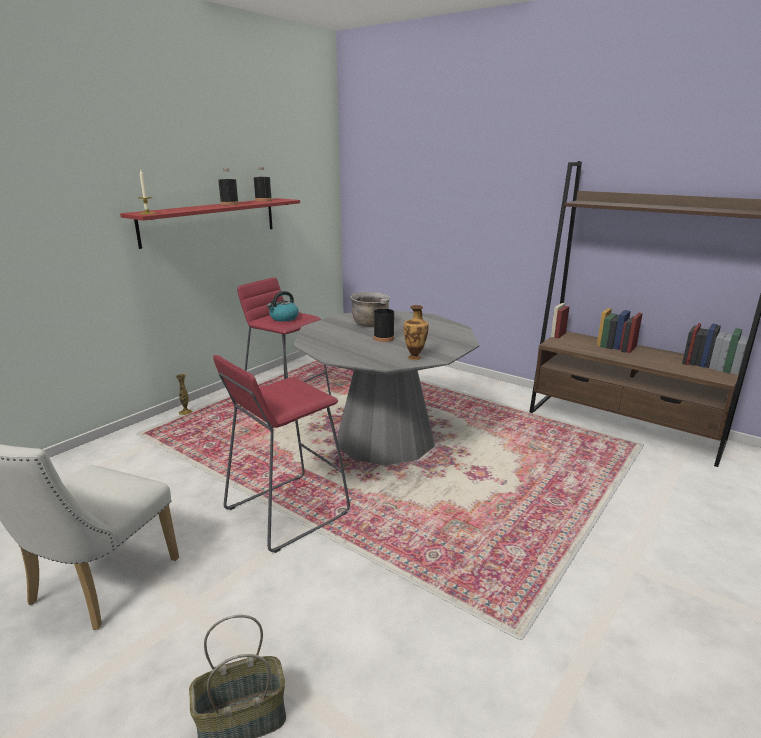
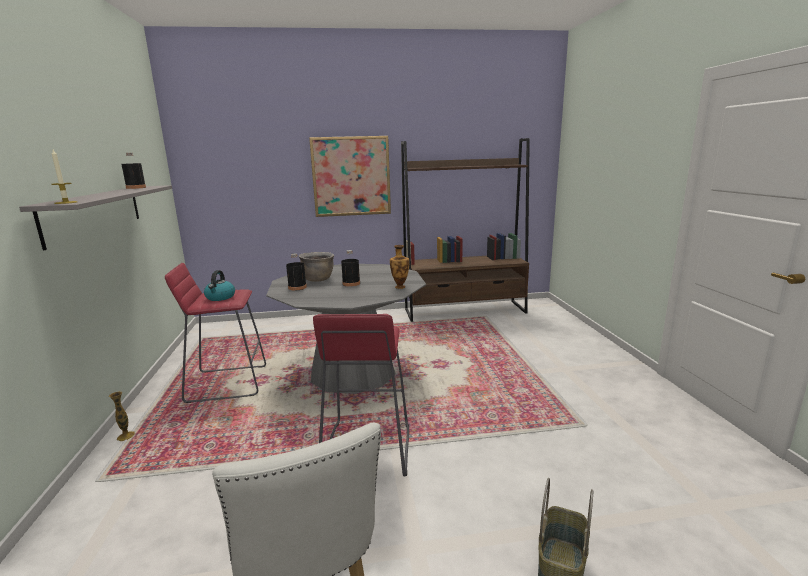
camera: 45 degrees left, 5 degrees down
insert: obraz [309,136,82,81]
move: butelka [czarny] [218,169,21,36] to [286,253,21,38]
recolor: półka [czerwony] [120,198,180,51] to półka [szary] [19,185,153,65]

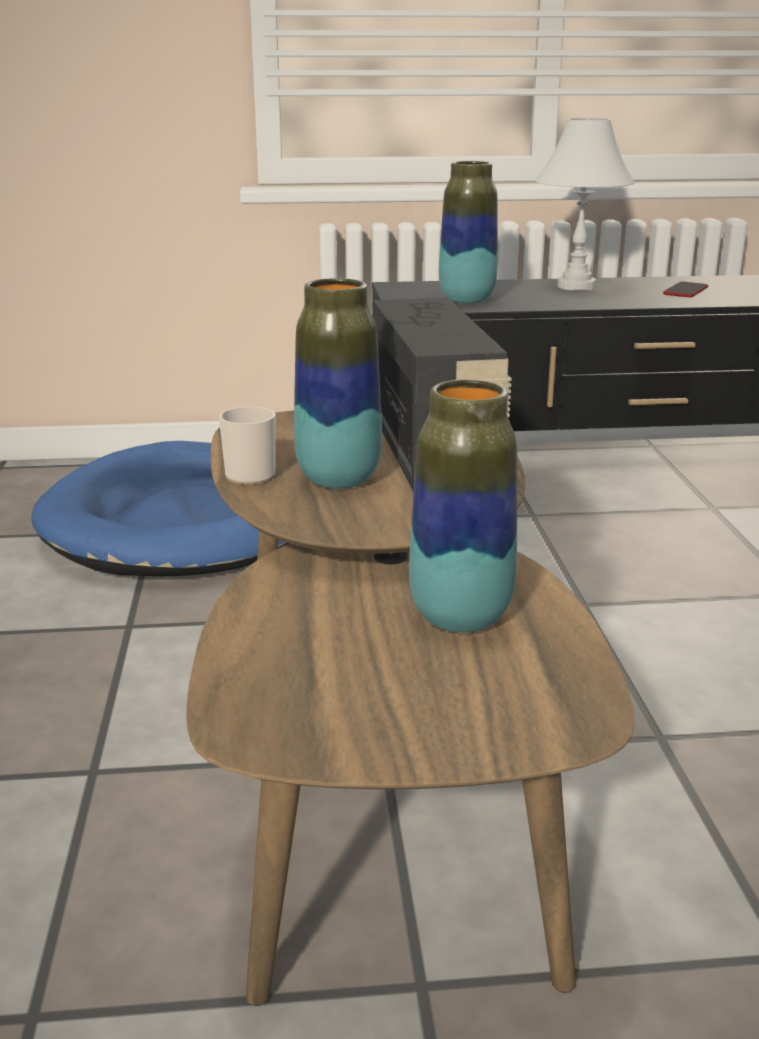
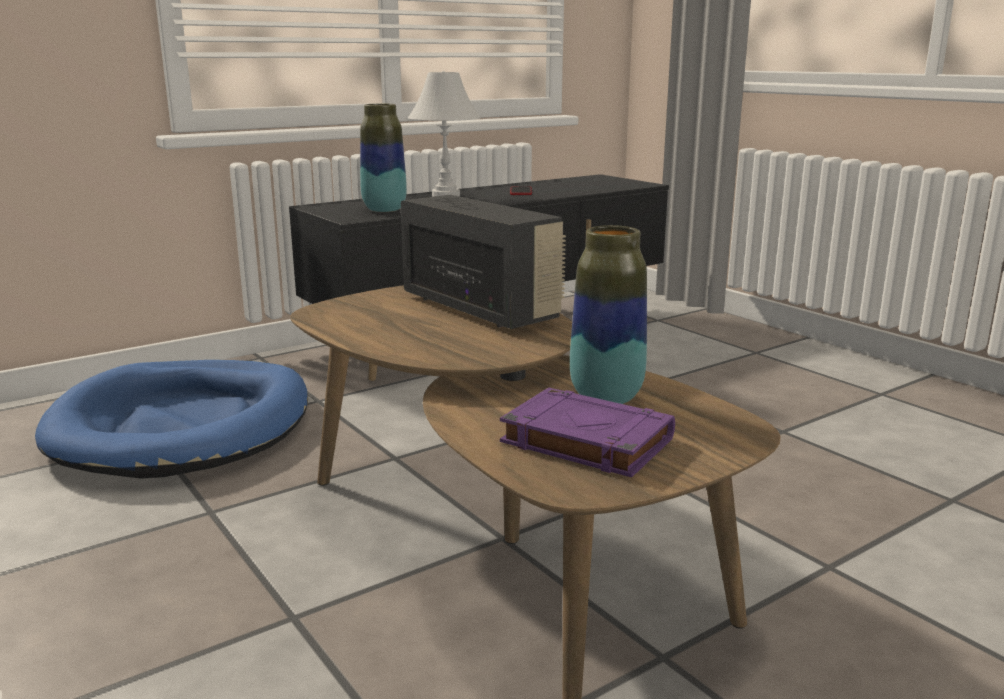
camera: 30 degrees left, 5 degrees down
delete: kubek [219,406,57,79]; wazon [294,278,88,211]
insert: książka [fioletowy] [500,388,175,90]

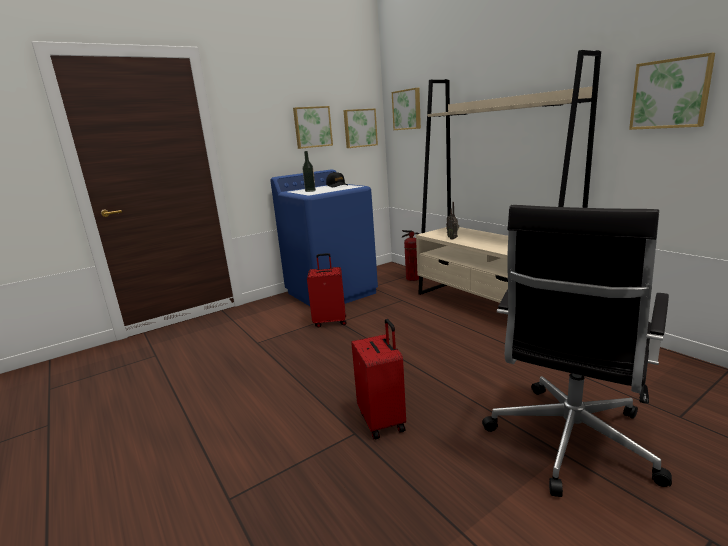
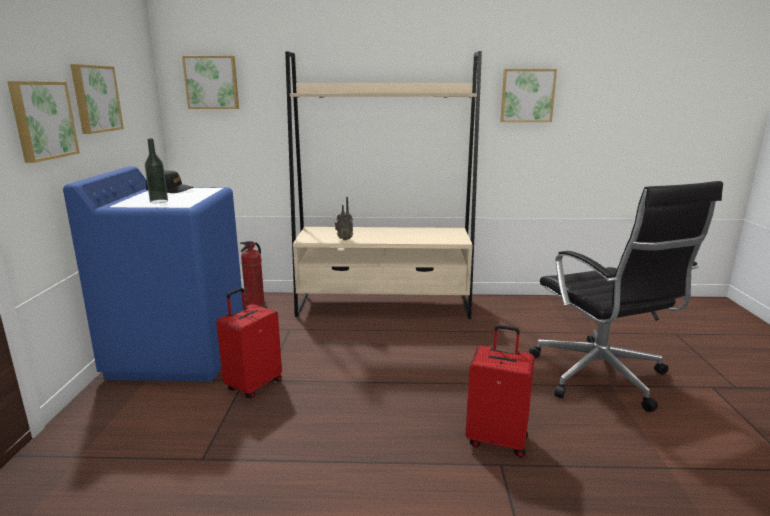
camera: 55 degrees left, 0 degrees up
move: obraz [343,108,35,40] to [7,81,73,82]

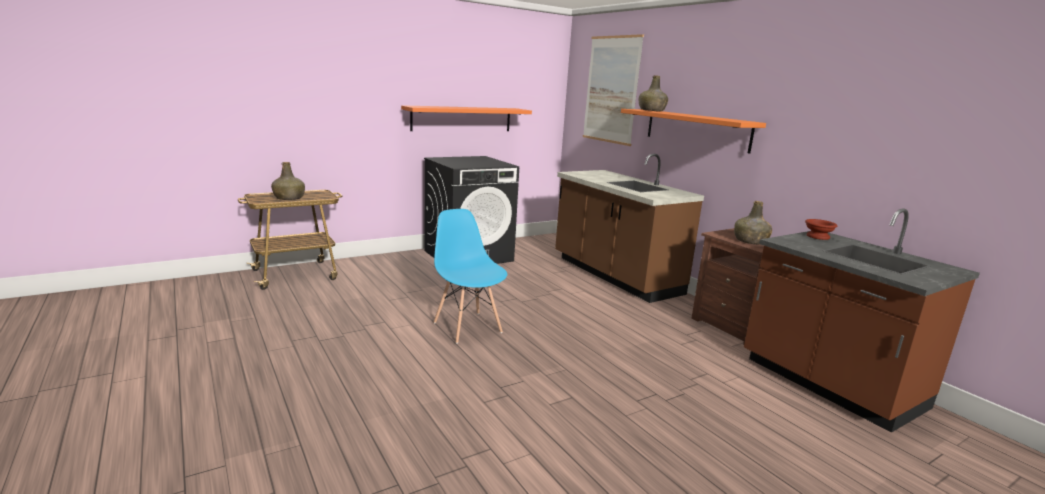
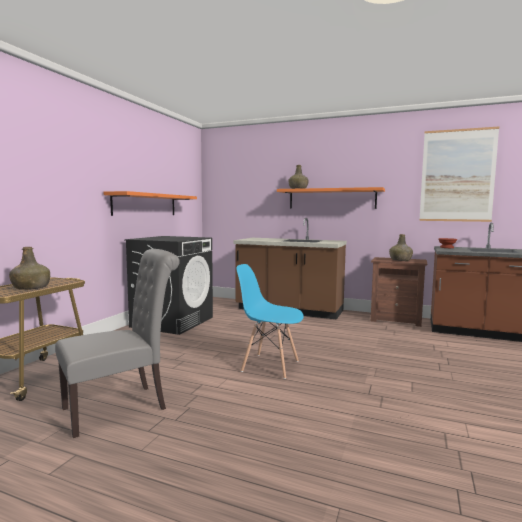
camera: 35 degrees left, 10 degrees down
insert: krzesło [szary] [55,249,125,189]
move: obraz [583,34,61,112] to [419,127,80,95]

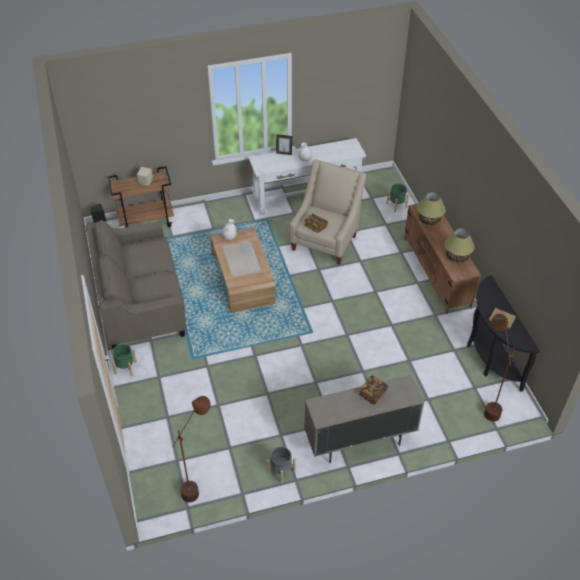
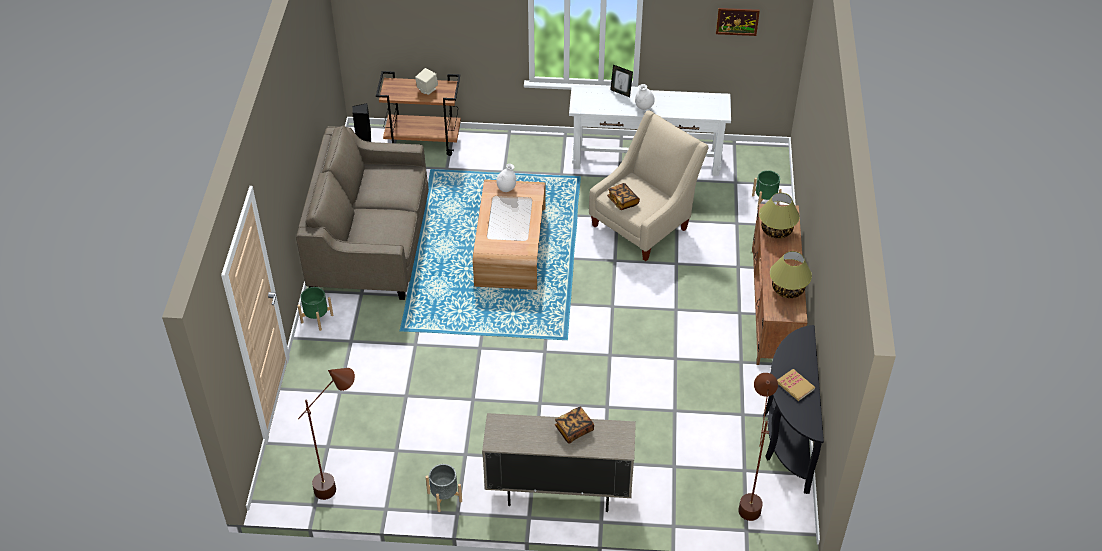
camera: 20 degrees right, 0 degrees up
insert: obraz [716,8,44,28]

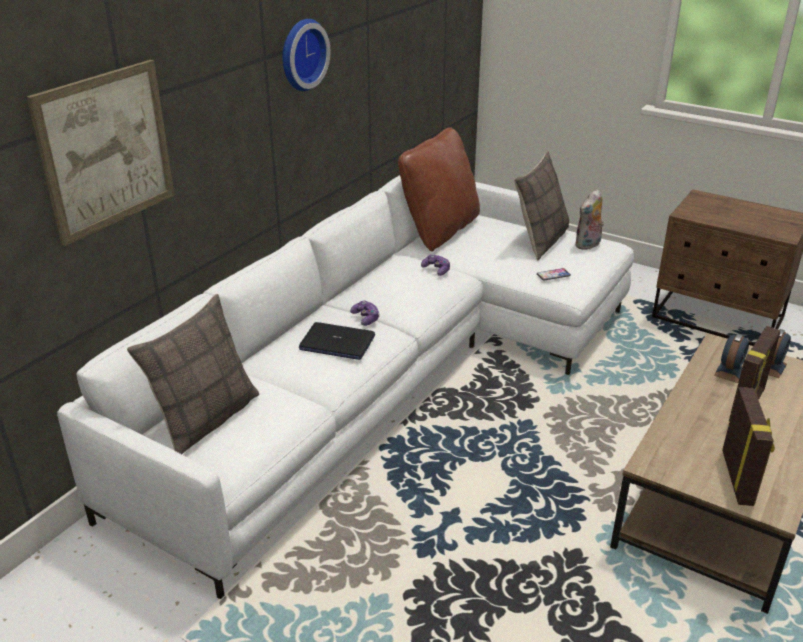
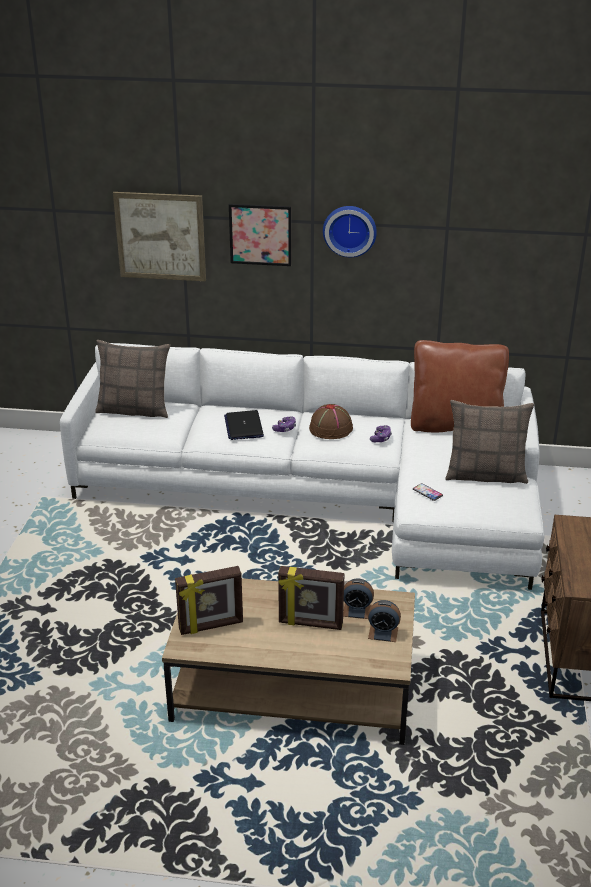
camera: 65 degrees right, 0 degrees up
delete: pluszak [575,189,29,61]
insert: obraz [229,204,62,62]; kapelusz [brązowy] [309,404,44,35]

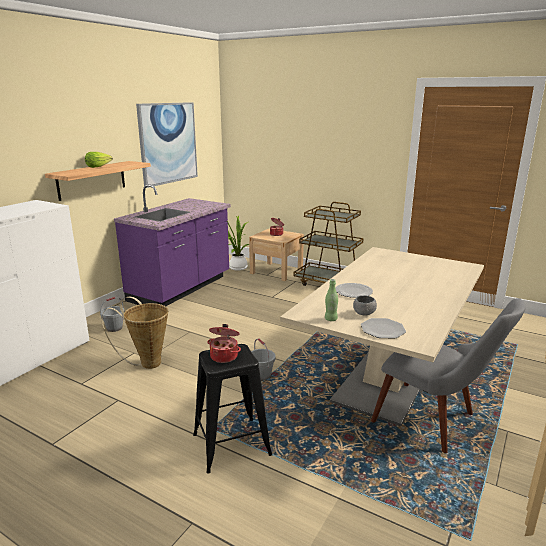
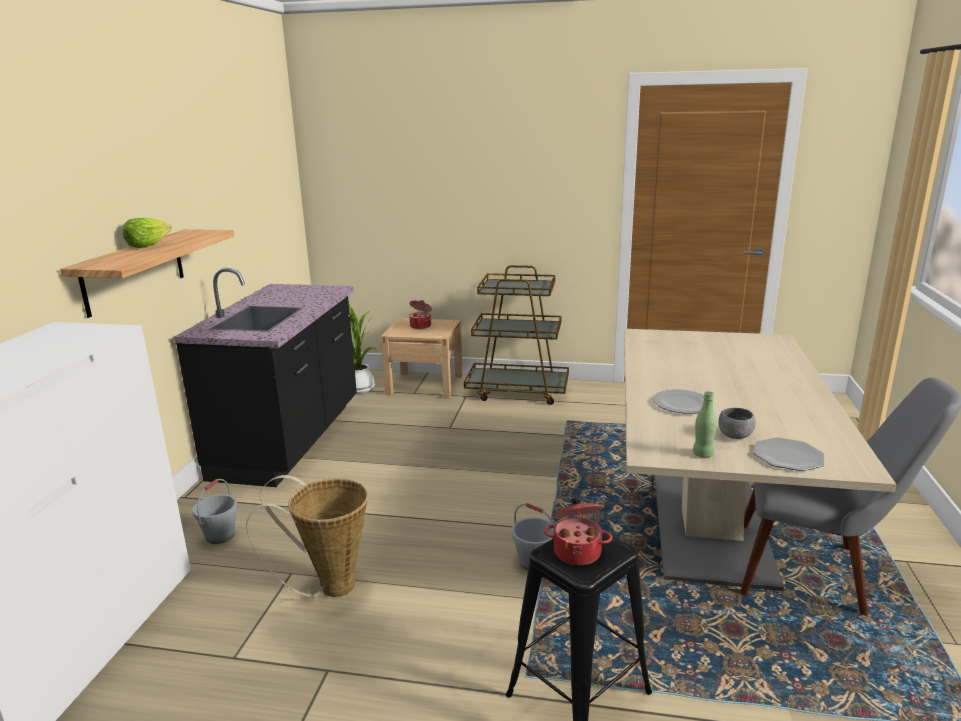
camera: 20 degrees left, 0 degrees up
delete: obraz [136,102,62,86]
recolor: zabudowa kuchenna [fioletowy] [114,184,117,122] to zabudowa kuchenna [czarny] [174,268,183,219]

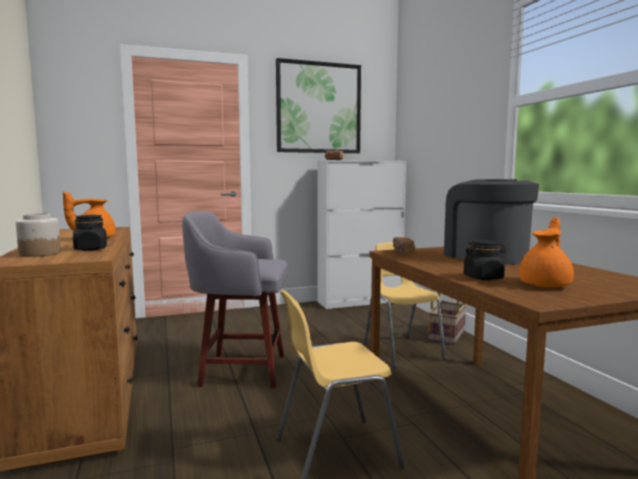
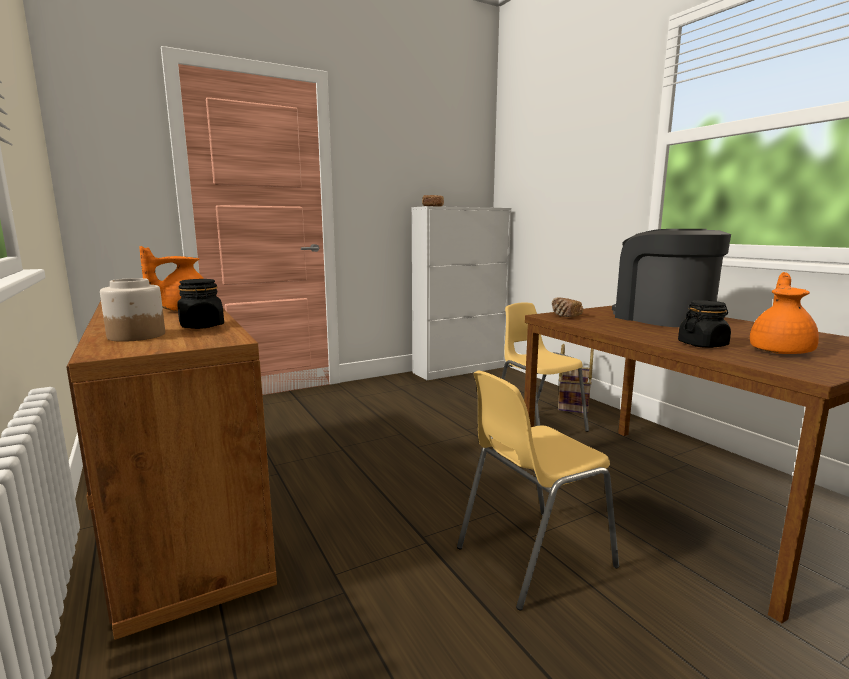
camera: 10 degrees left, 5 degrees up
delete: stołek [szary] [182,211,106,177]; obraz [276,58,85,95]

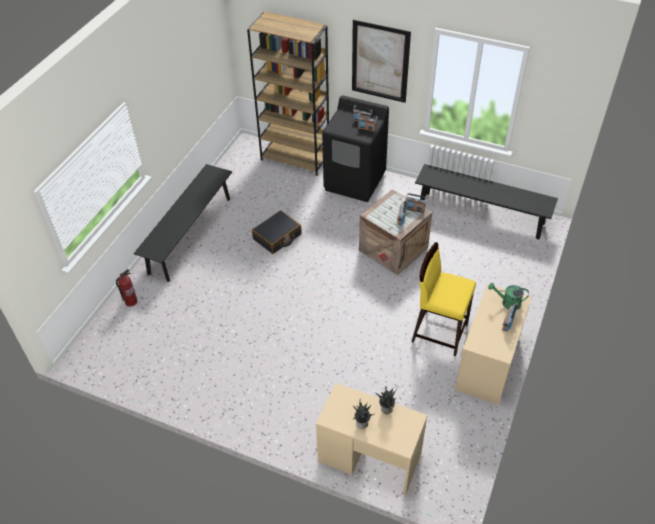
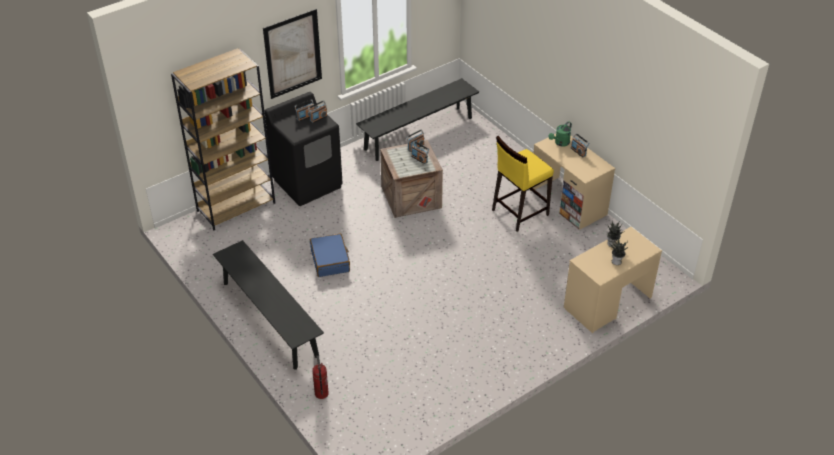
camera: 60 degrees left, 5 degrees down
recolor: walizka [czarny] [252,210,50,44] to walizka [niebieski] [310,233,40,44]

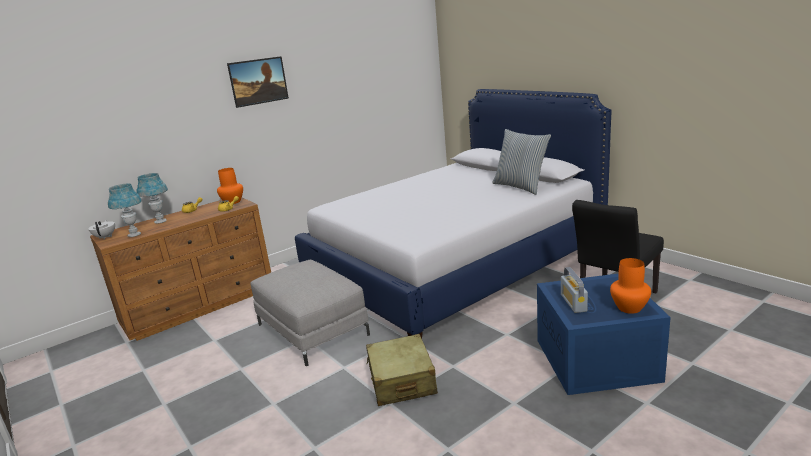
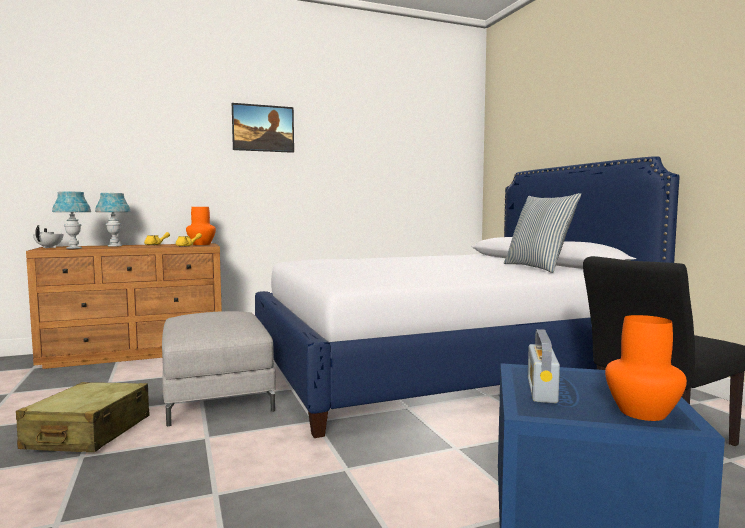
camera: 15 degrees right, 15 degrees down
move: walizka [beżowy] [366,334,72,72] to [16,382,134,70]

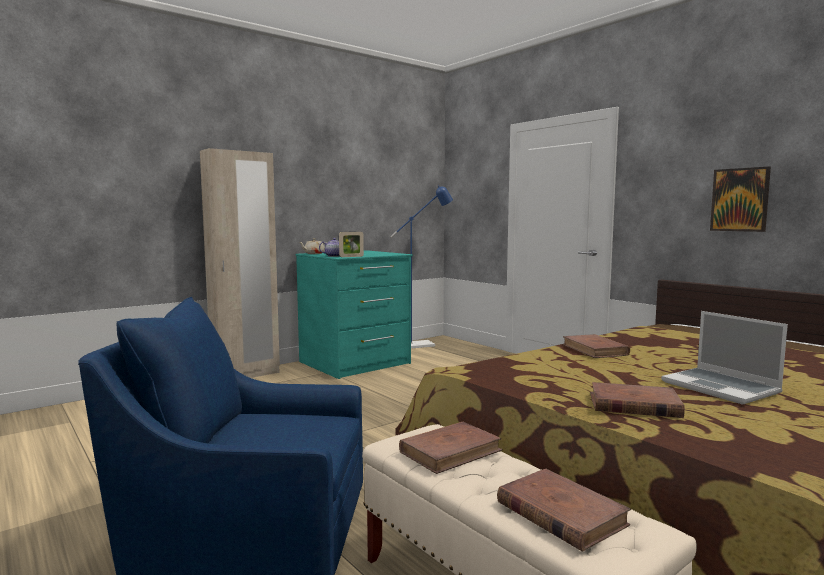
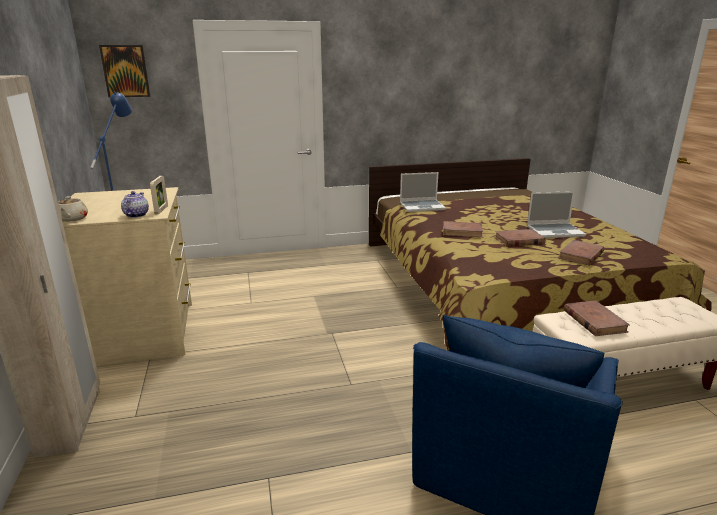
camera: 65 degrees left, 15 degrees up
insert: laptop [400,172,46,40]
move: książka [brązowy] [497,469,134,83] to [494,229,52,18]; obraz [710,167,61,65] to [99,45,51,53]
recolor: komoda [turkusowy] [295,250,118,129] to komoda [beżowy] [62,187,130,179]

